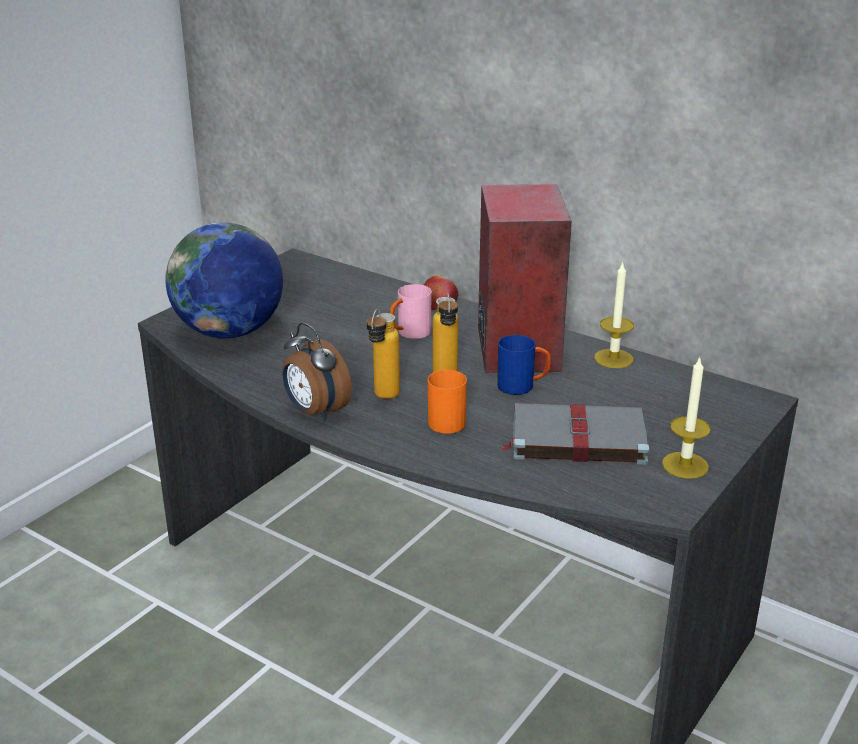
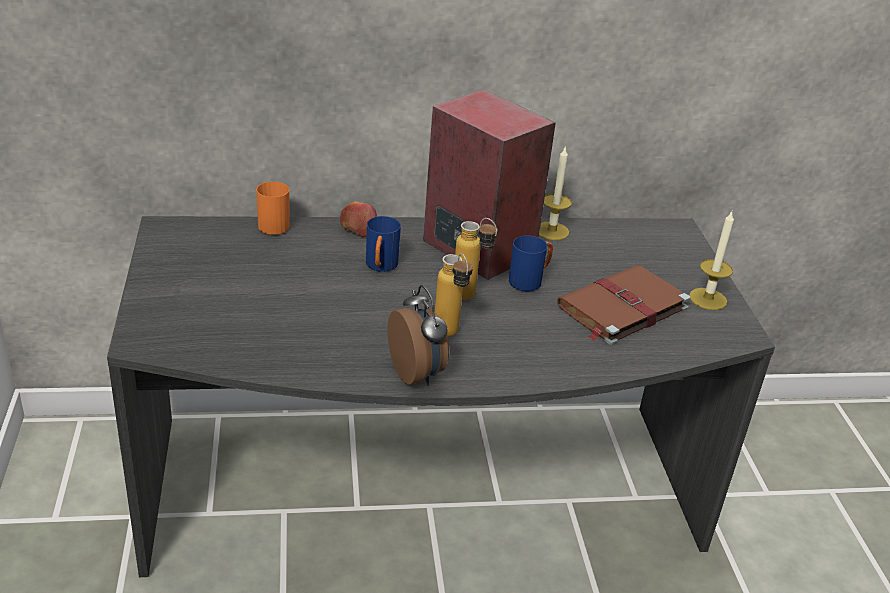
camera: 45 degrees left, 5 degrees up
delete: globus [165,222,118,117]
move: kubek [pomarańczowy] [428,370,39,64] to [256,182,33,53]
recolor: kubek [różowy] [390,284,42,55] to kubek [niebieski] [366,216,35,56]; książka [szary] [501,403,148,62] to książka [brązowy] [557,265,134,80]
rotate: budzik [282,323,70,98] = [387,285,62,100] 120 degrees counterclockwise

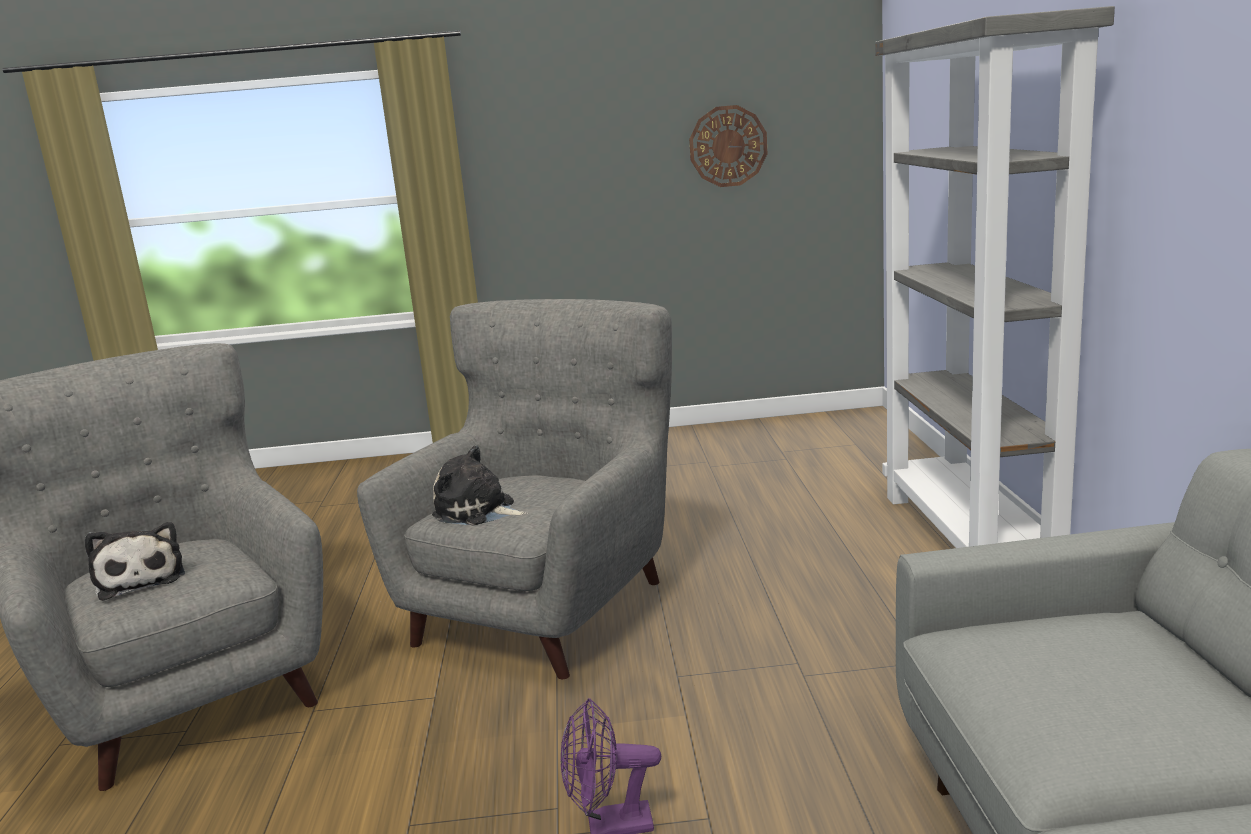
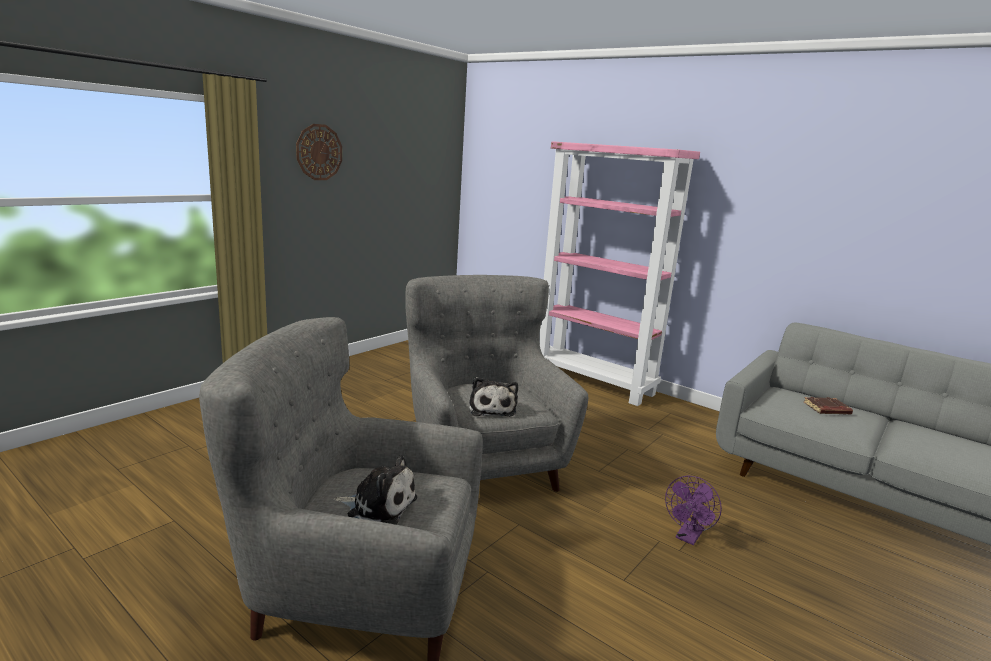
camera: 50 degrees left, 0 degrees up
insert: książka [brązowy] [804,397,49,17]
move: zegar ścienny [689,105,78,82] to [296,124,46,56]
recolor: regał [szary] [875,6,240,542] to regał [różowy] [539,141,161,265]
rotate: pluszak [432,445,96,81] = [469,377,49,40] 75 degrees counterclockwise

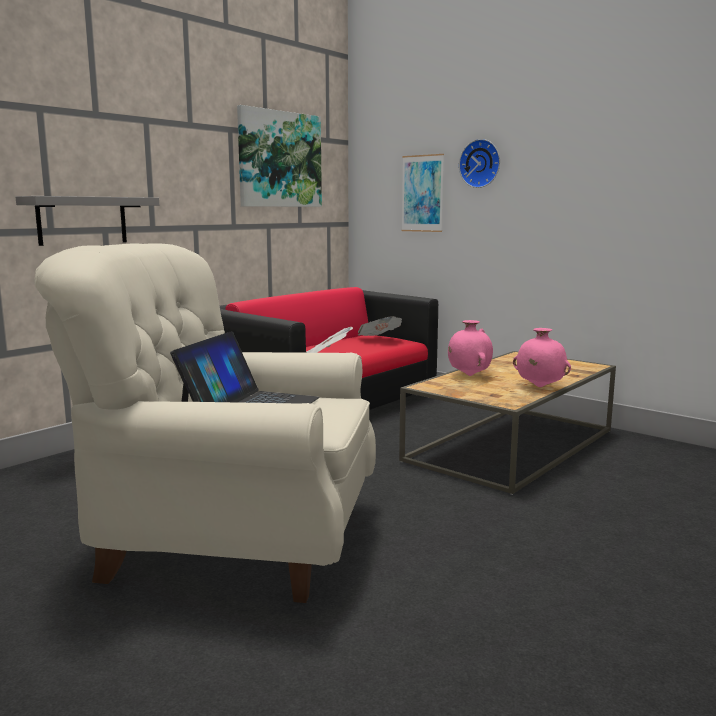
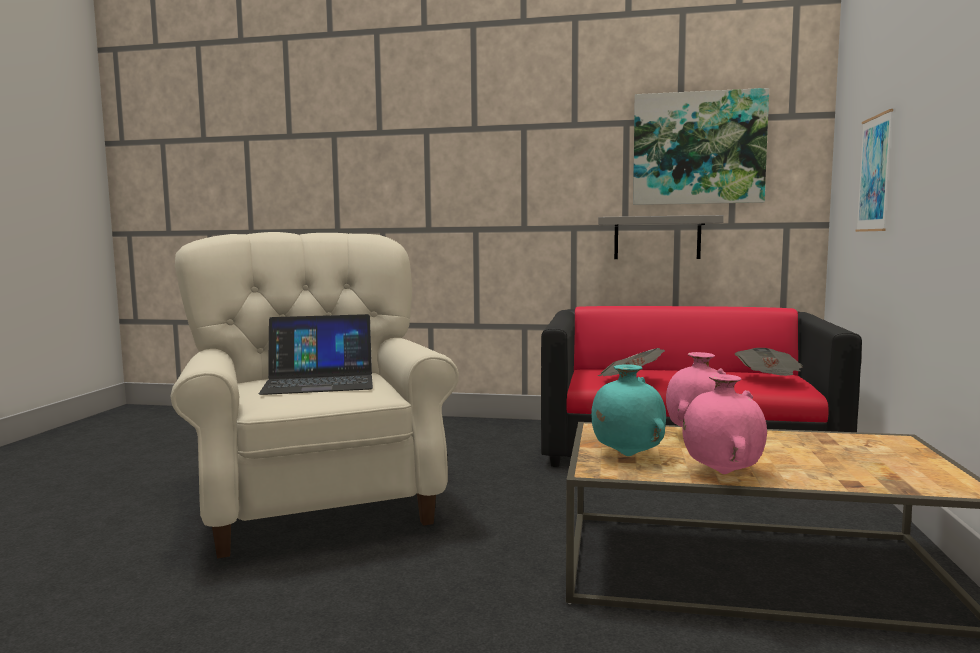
camera: 60 degrees right, 5 degrees down
delete: zegar ścienny [459,139,41,49]
insert: wazon [turkusowy] [591,364,75,92]
move: półka [szary] [16,196,143,50] to [598,215,126,44]

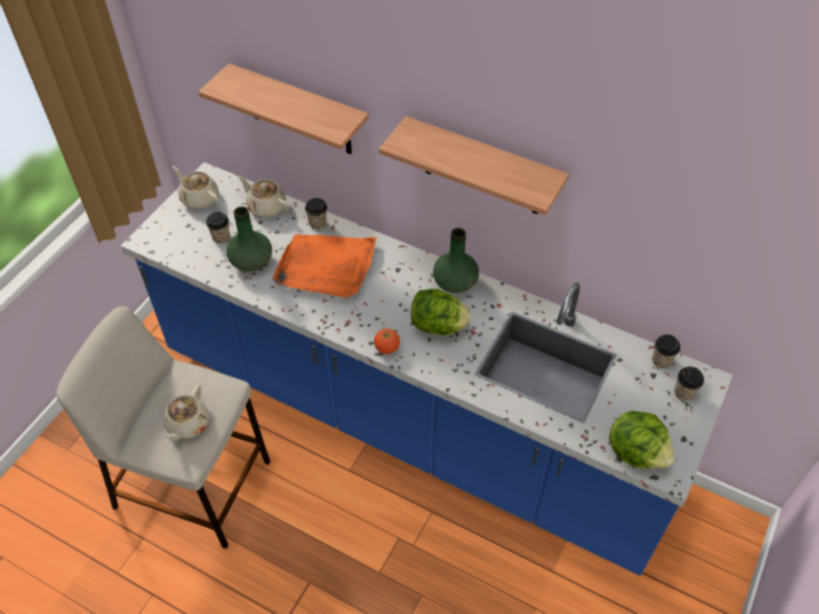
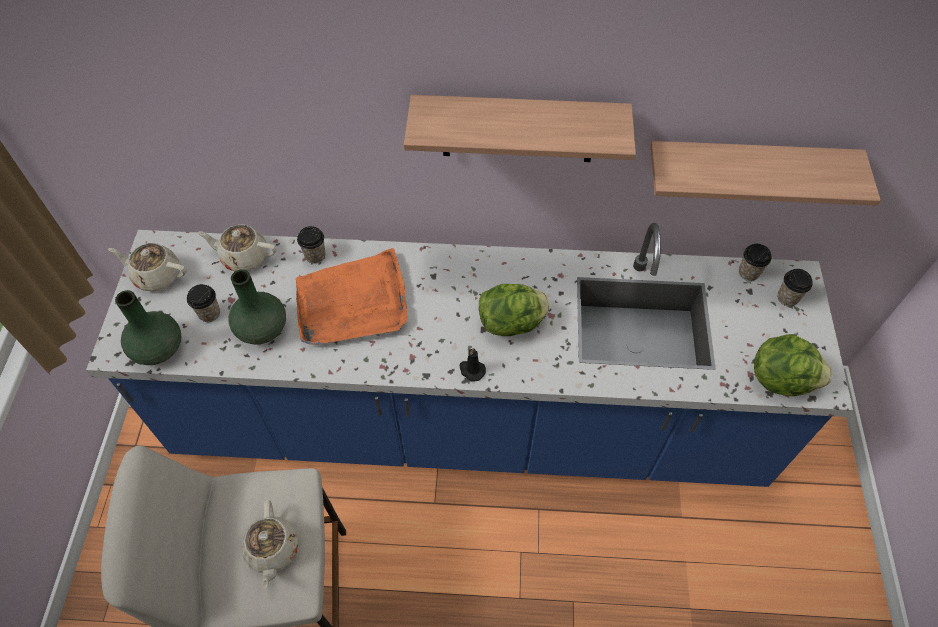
camera: 25 degrees left, 5 degrees up
move: półka [198,63,171,91] to [650,141,231,65]; wazon [zielony] [433,228,46,65] to [115,290,66,75]
replace: pomidor [374,329,26,25] to świeca [czarny] [460,348,26,34]

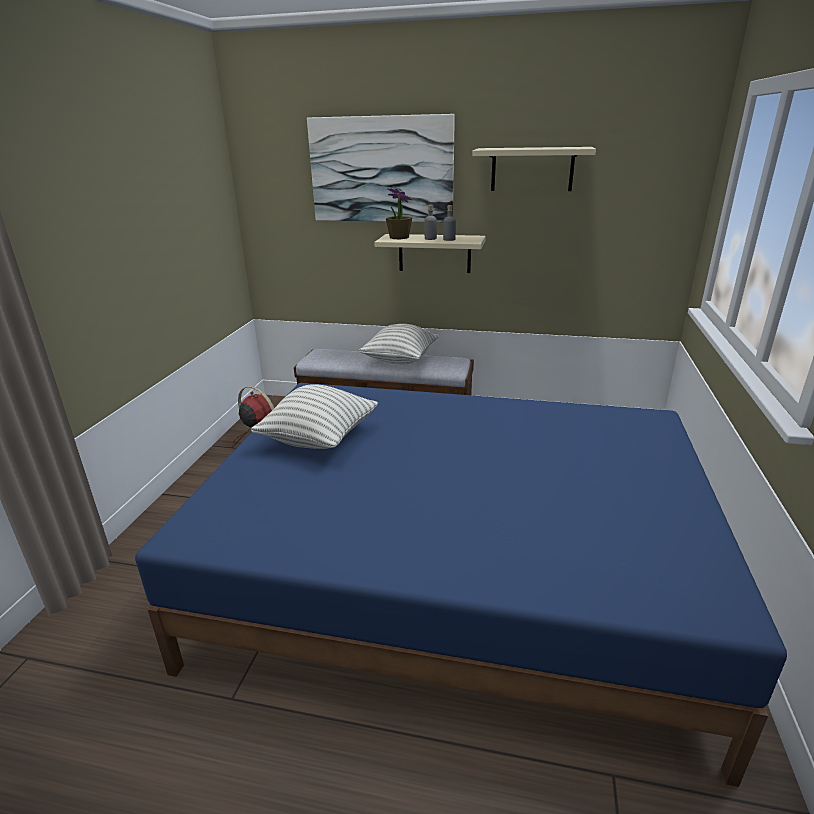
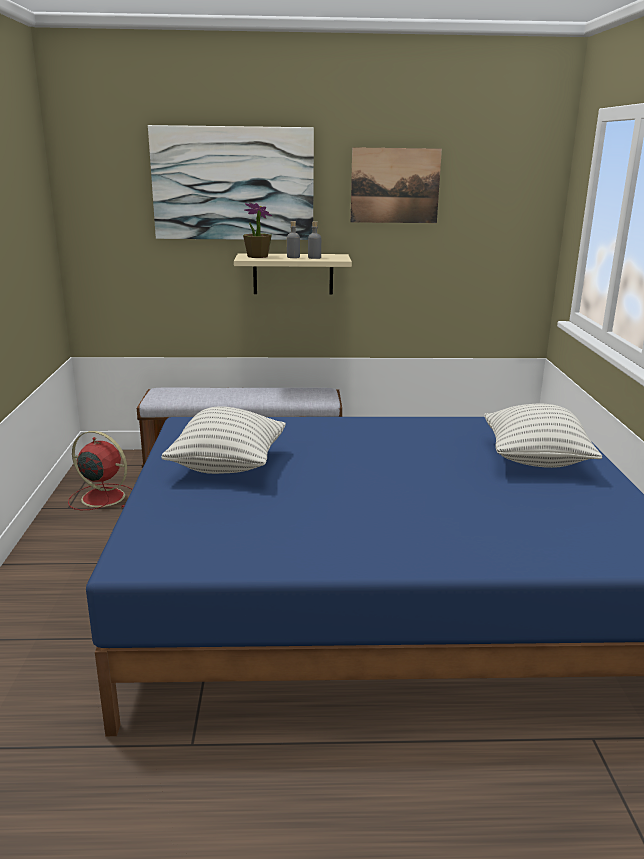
camera: 15 degrees left, 5 degrees down
move: poduszka [359,324,79,40] to [484,403,118,65]
replace: półka [beżowy] [472,147,124,44] to obraz [350,147,92,76]

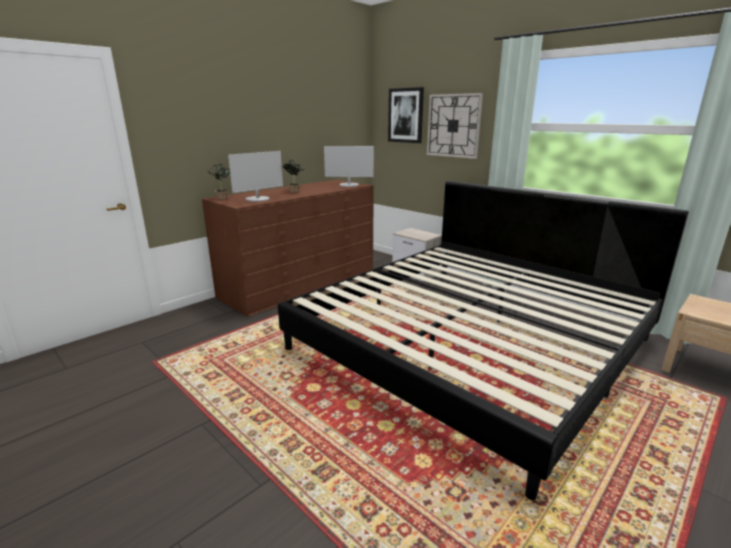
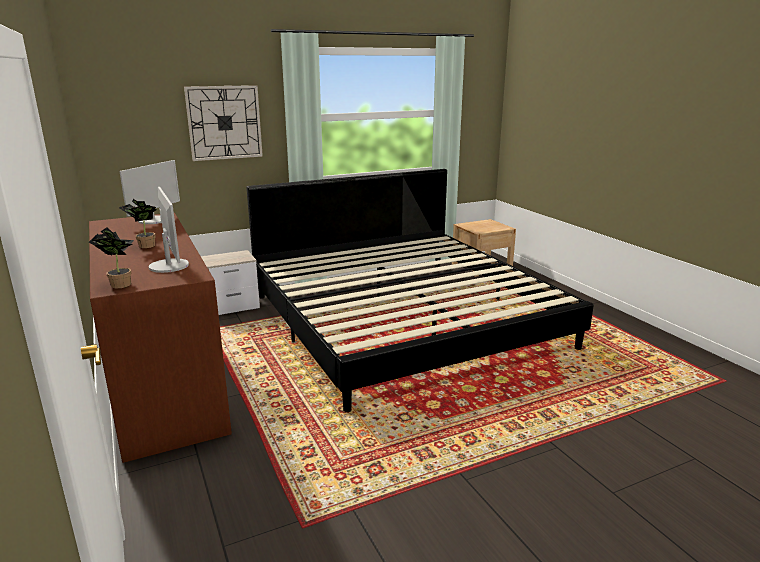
camera: 70 degrees left, 0 degrees up
delete: obraz [388,87,36,56]

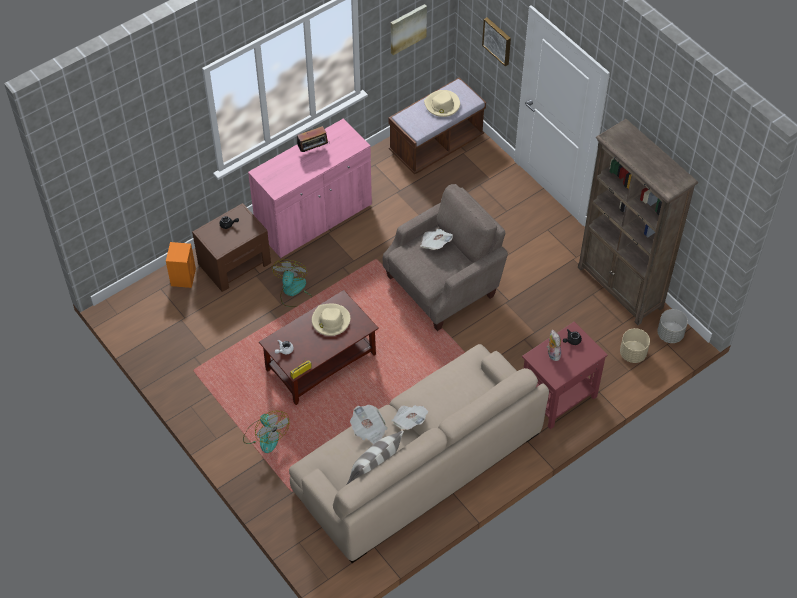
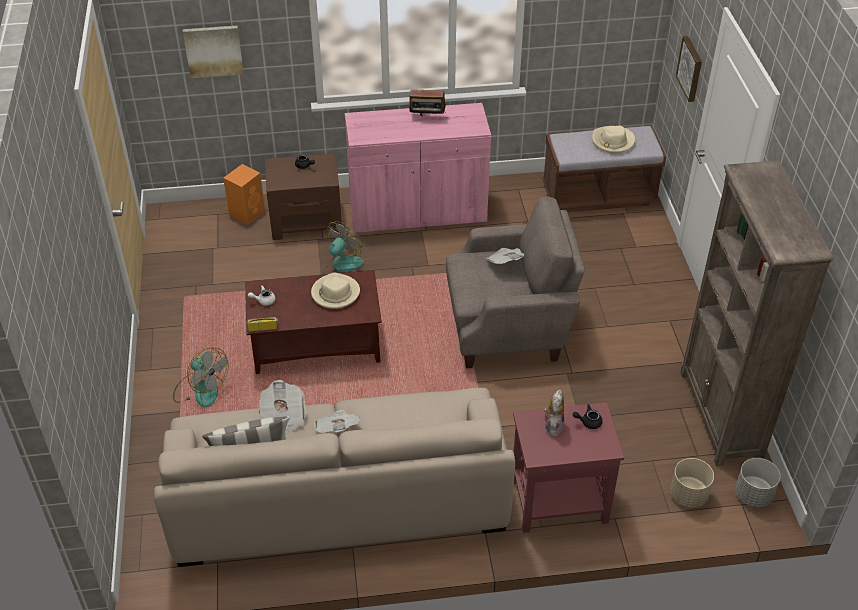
camera: 30 degrees right, 10 degrees down
move: obraz [391,4,36,51] to [183,26,61,52]
rotate: wentylator [243,411,46,42] = [173,347,56,60] 45 degrees counterclockwise

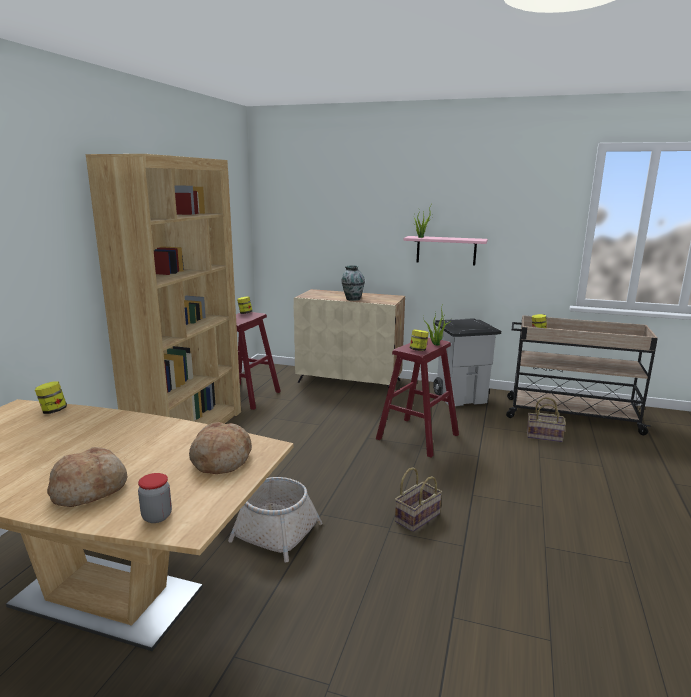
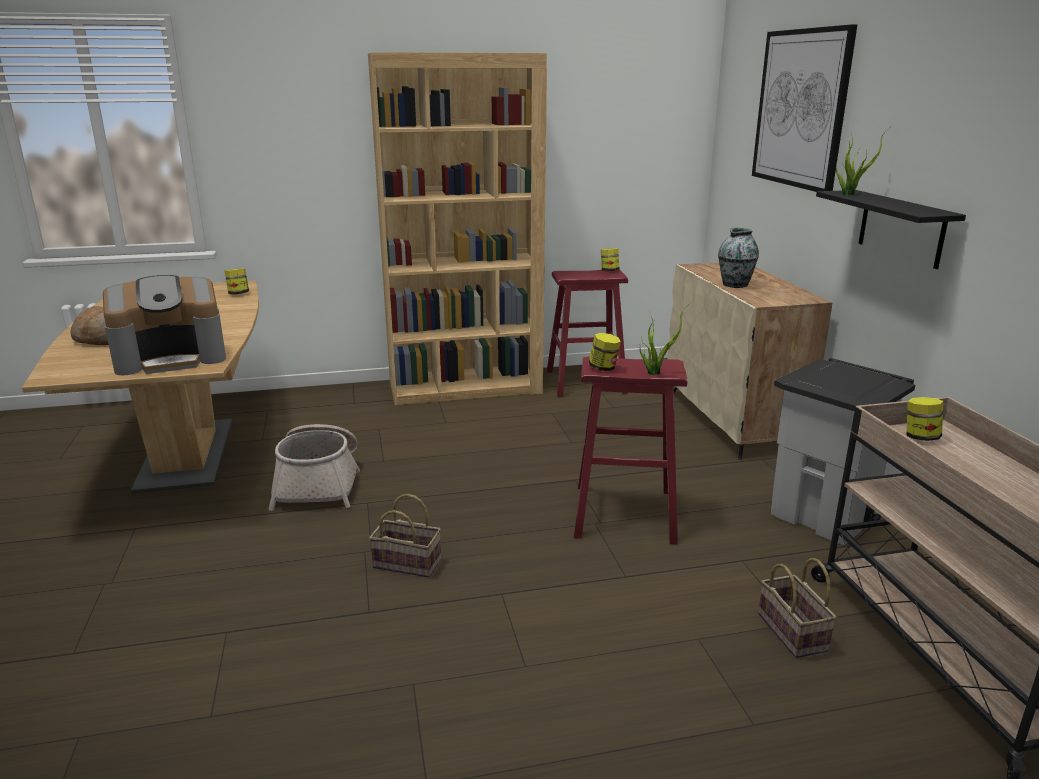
camera: 60 degrees right, 5 degrees up
delete: słoik [138,473,34,50]
insert: obraz [752,24,105,168]
replace: chleb [189,422,63,52] to ekspres do kawy [103,275,123,100]
recolor: półka [różowy] [403,236,85,30] to półka [czarny] [816,190,150,79]

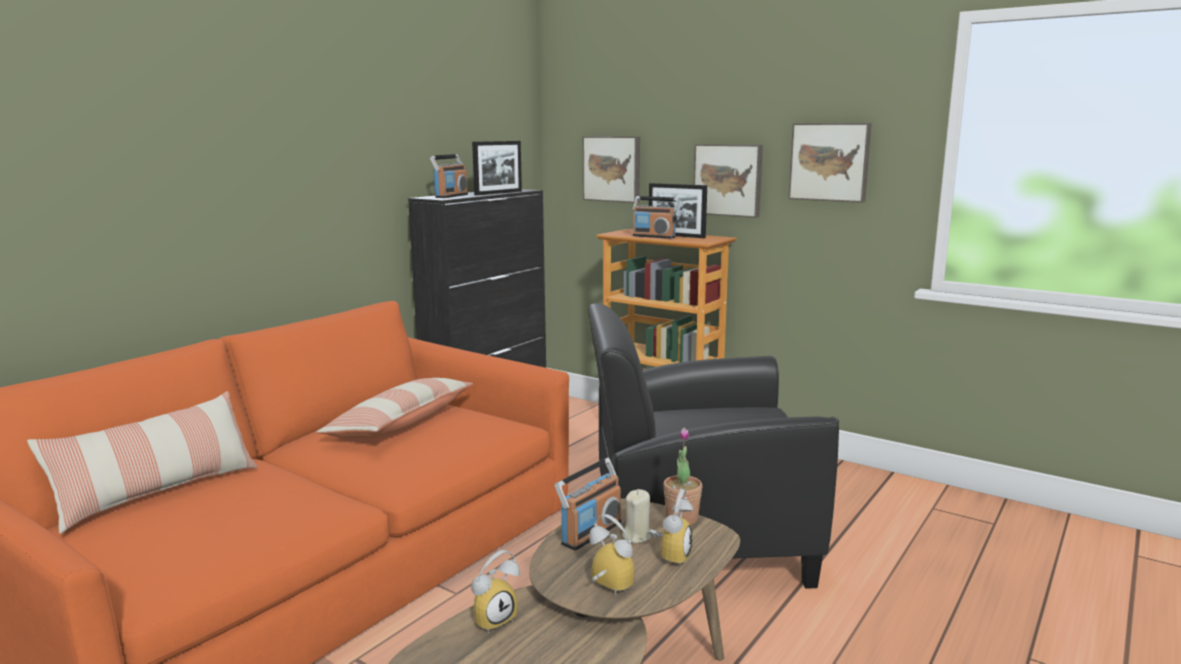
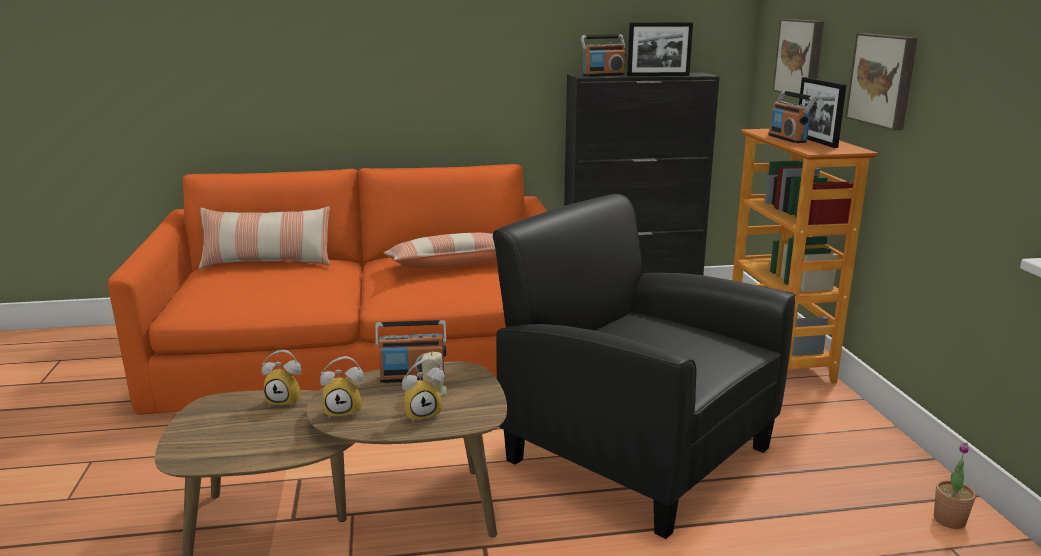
camera: 45 degrees right, 5 degrees up
delete: obraz [788,123,84,80]
move: roślina doniczkowa [663,428,39,97] to [934,443,42,86]
rotate: budzik [589,514,45,81] = [320,356,44,63] 90 degrees clockwise

